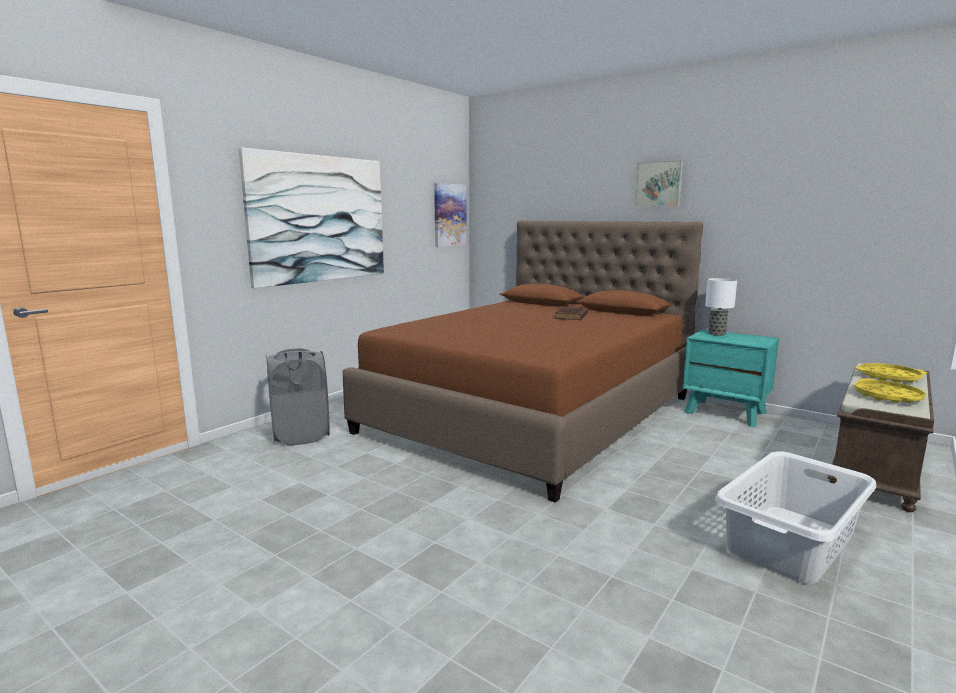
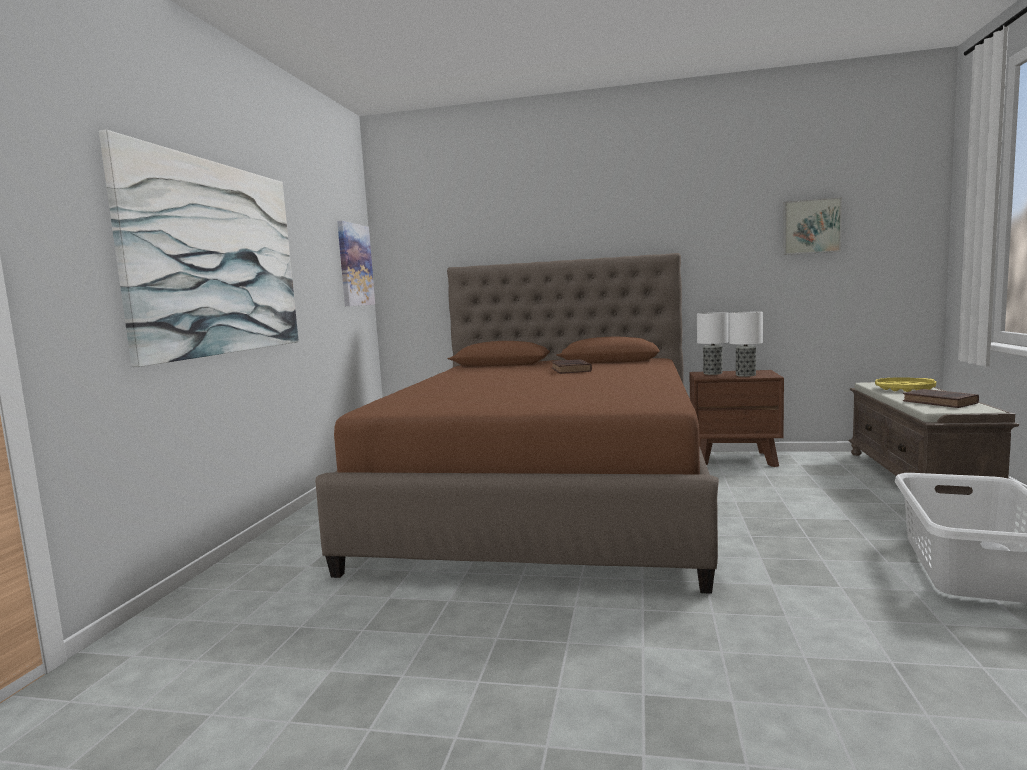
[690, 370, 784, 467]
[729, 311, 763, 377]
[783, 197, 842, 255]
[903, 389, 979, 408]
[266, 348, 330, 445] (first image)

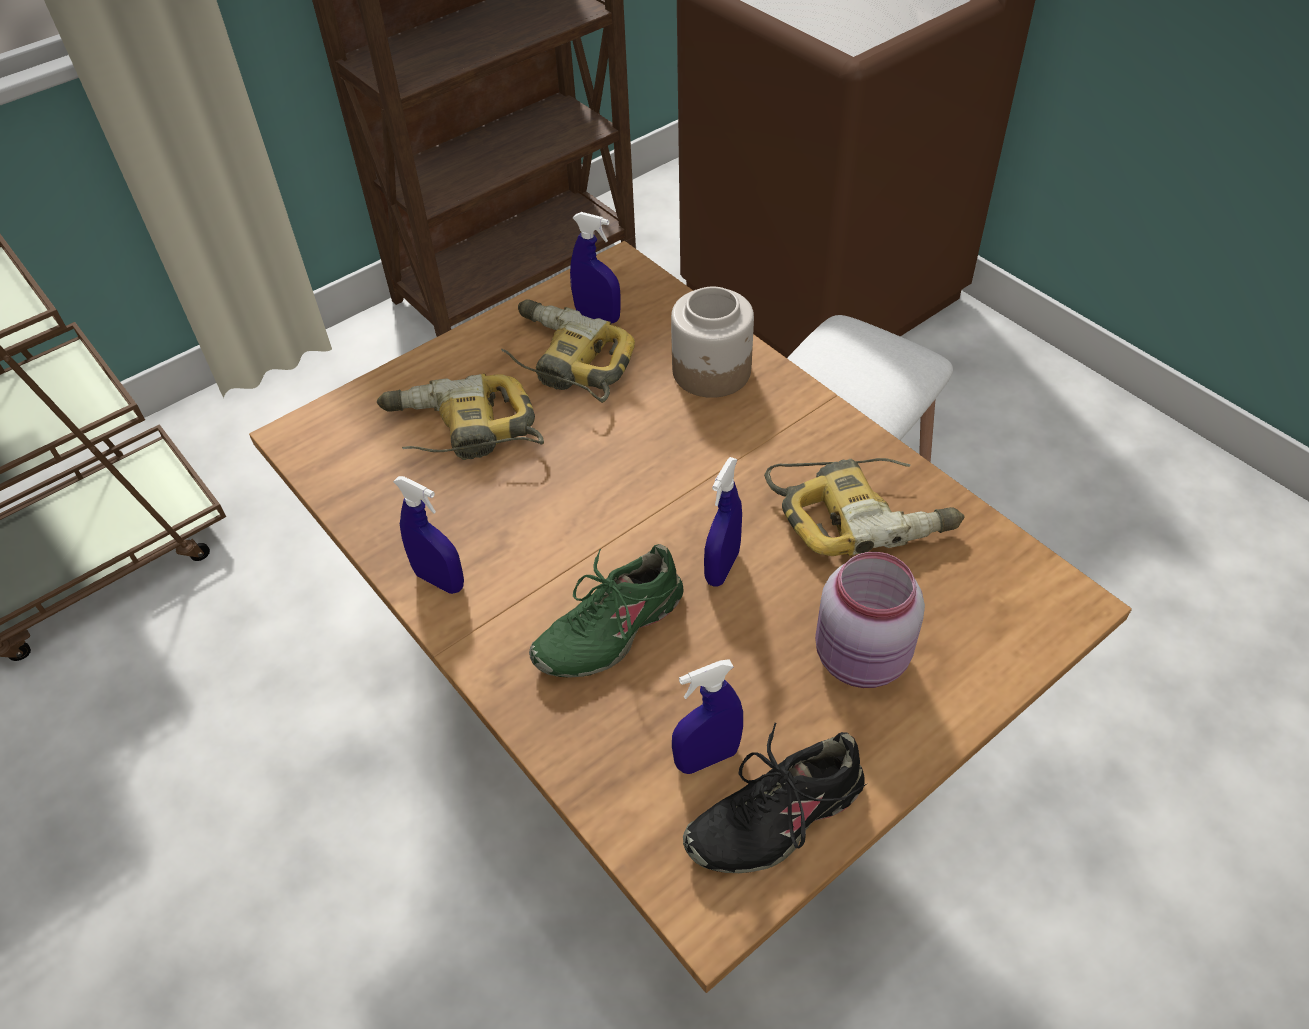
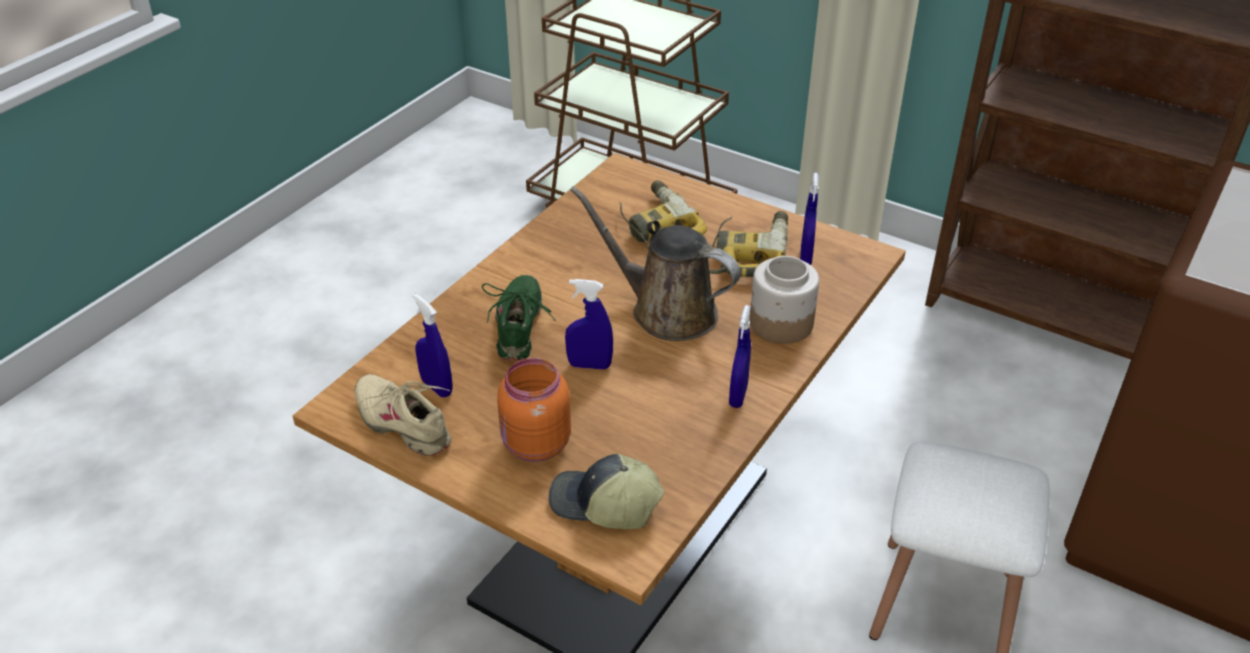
[355, 374, 451, 456]
[482, 275, 556, 361]
[497, 358, 571, 462]
[549, 453, 664, 529]
[570, 186, 741, 341]
[729, 305, 751, 408]
[764, 458, 965, 556] (first image)

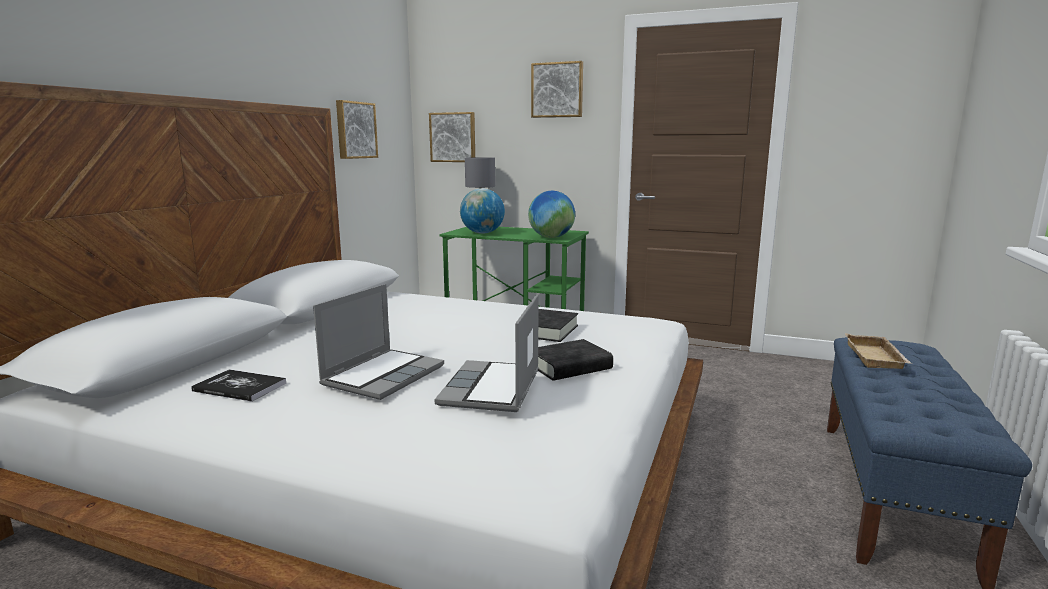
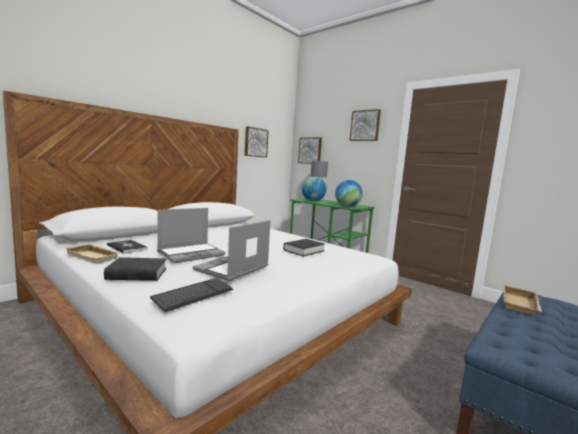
[65, 244, 120, 264]
[104, 257, 166, 281]
[150, 278, 233, 312]

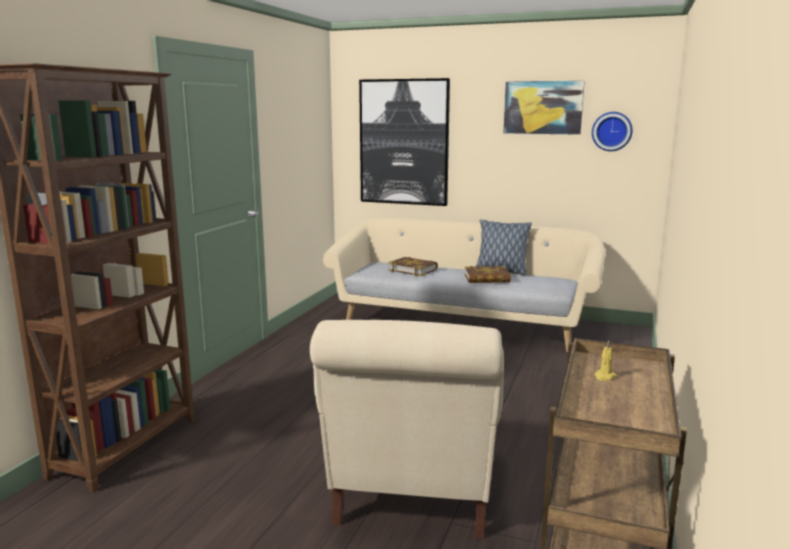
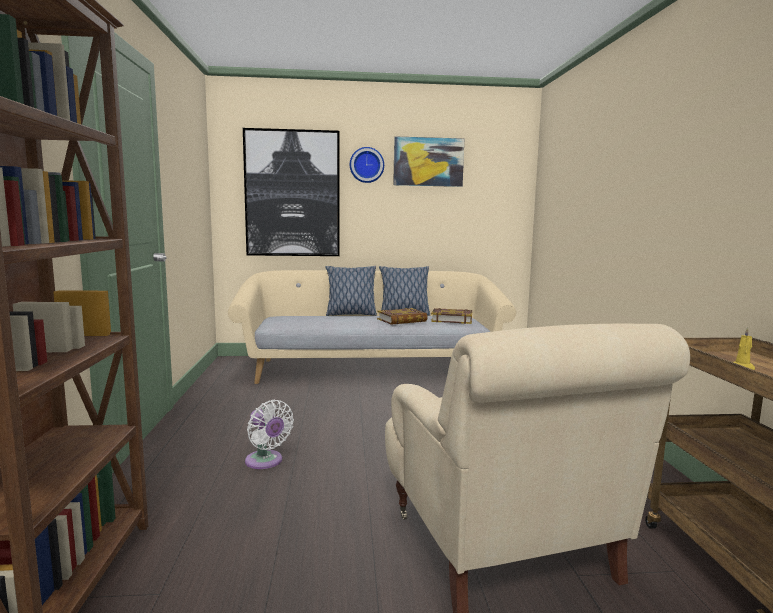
[245, 400, 294, 469]
[325, 266, 377, 316]
[350, 147, 384, 183]
[431, 308, 472, 324]

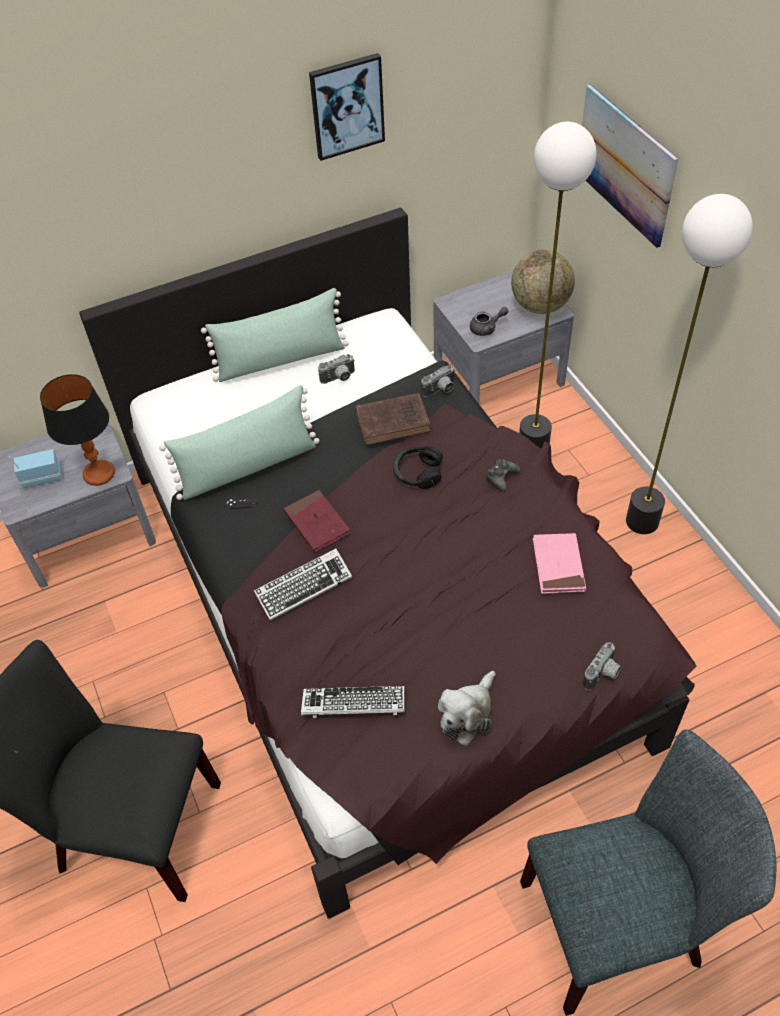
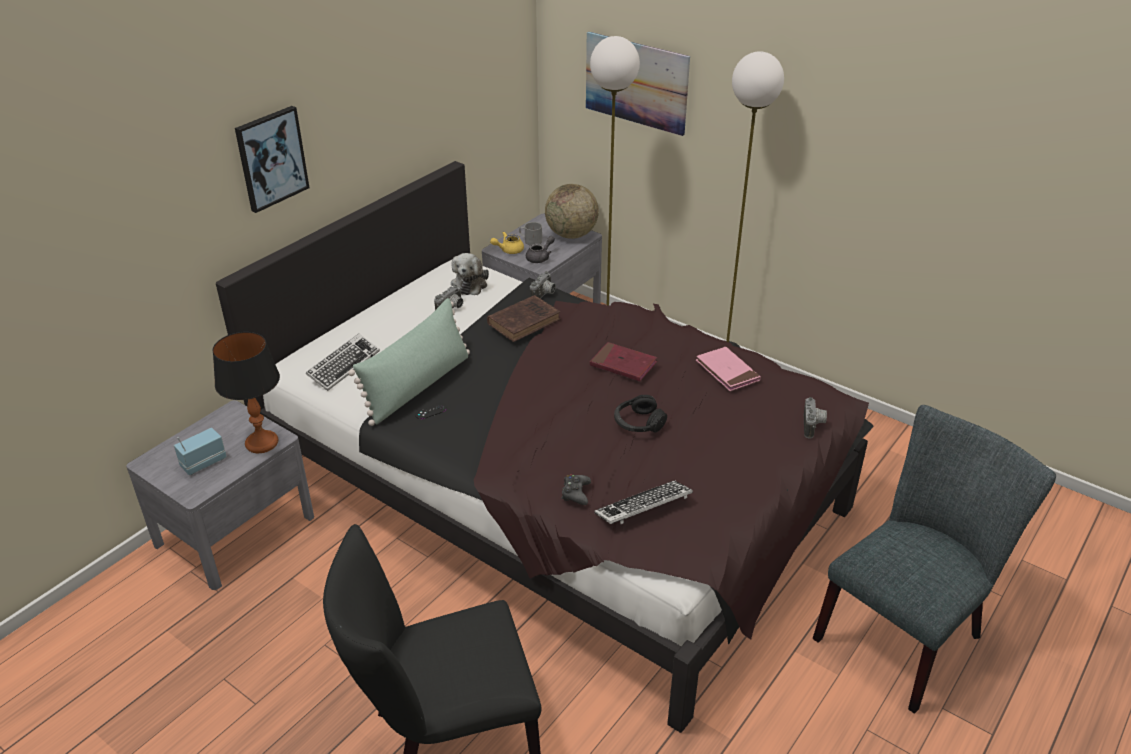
[235, 106, 310, 213]
[306, 334, 380, 391]
[451, 253, 489, 295]
[490, 232, 524, 254]
[519, 222, 542, 245]
[561, 474, 591, 505]
[590, 342, 657, 381]
[614, 395, 667, 433]
[201, 288, 349, 382] (first image)

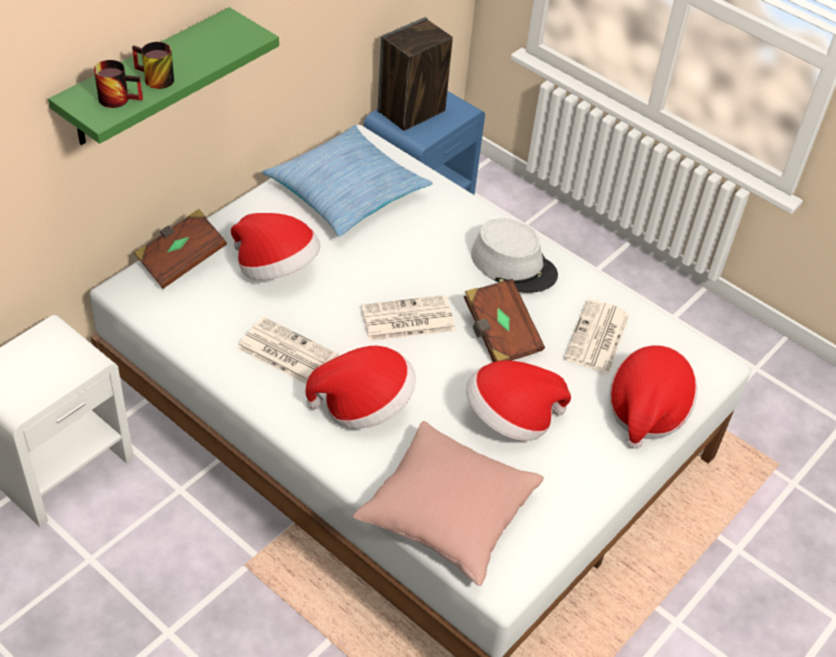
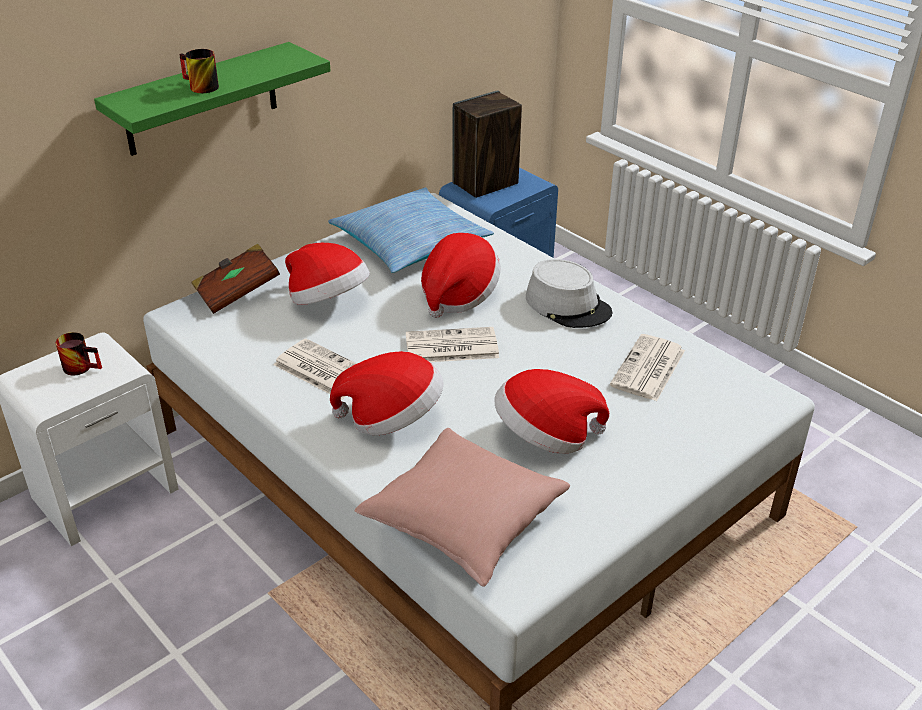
[56, 332, 102, 376]
[421, 233, 500, 318]
[464, 279, 545, 362] (first image)

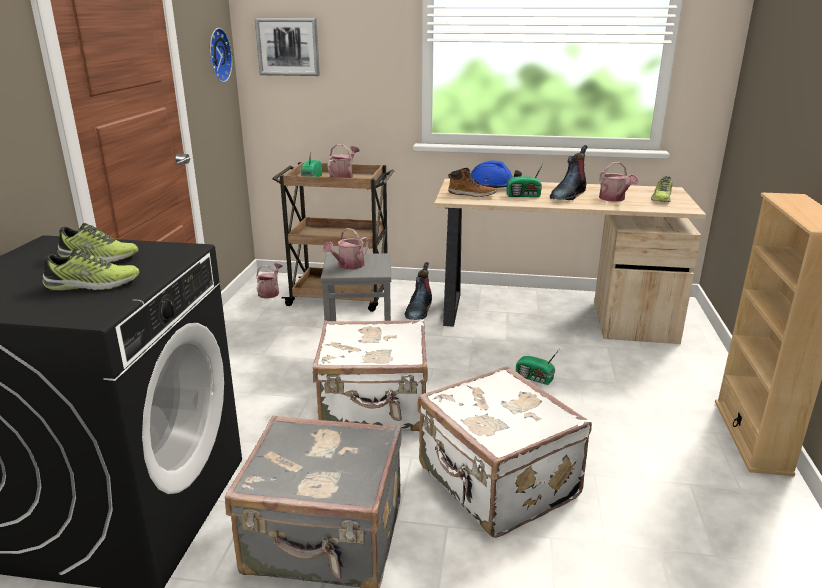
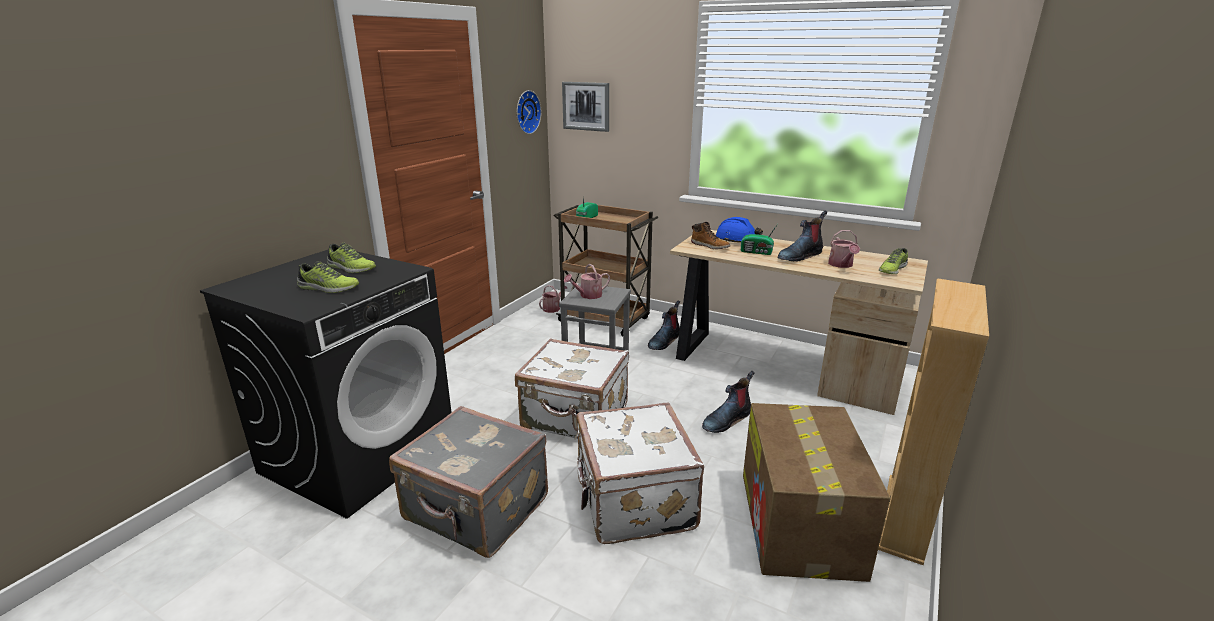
[702, 371, 755, 433]
[743, 403, 890, 582]
[327, 144, 359, 178] (first image)

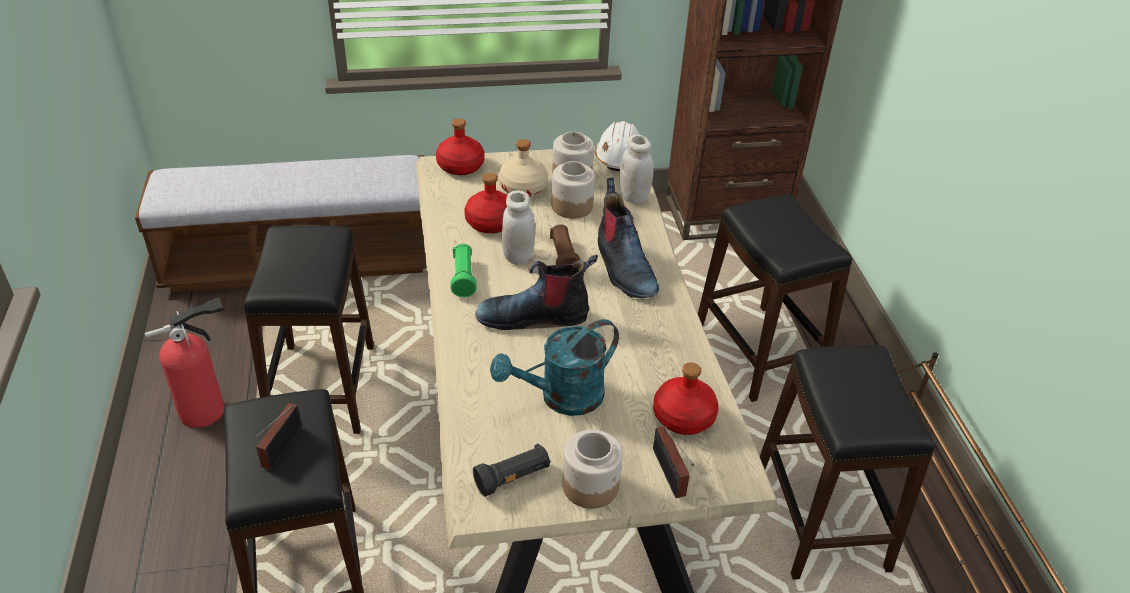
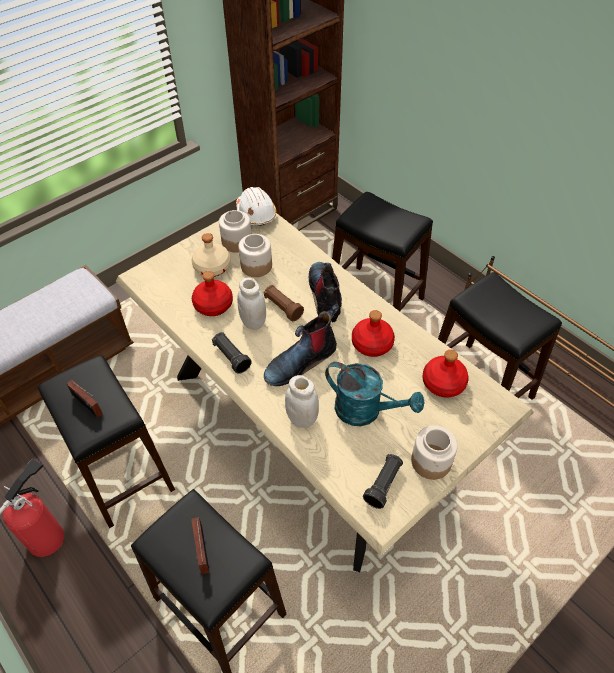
[66, 380, 103, 418]
[212, 332, 251, 374]
[285, 375, 319, 428]
[309, 262, 342, 322]
[325, 362, 424, 426]
[352, 310, 395, 357]

